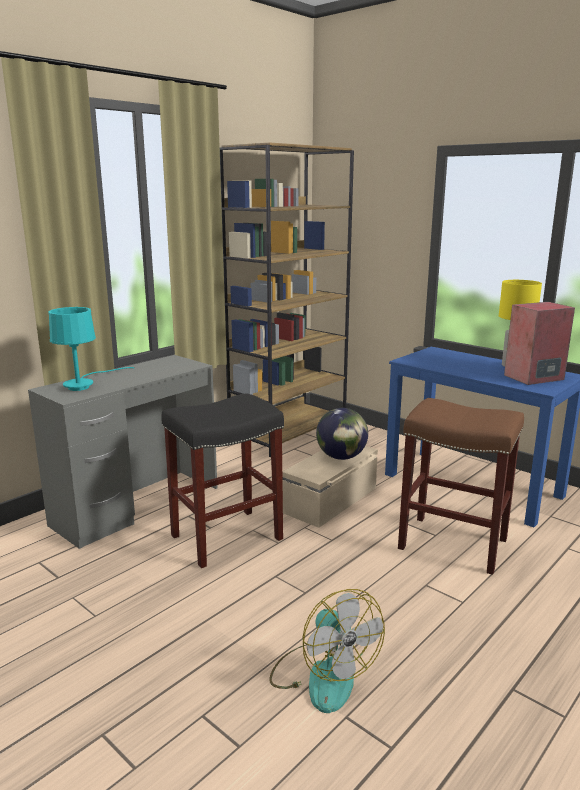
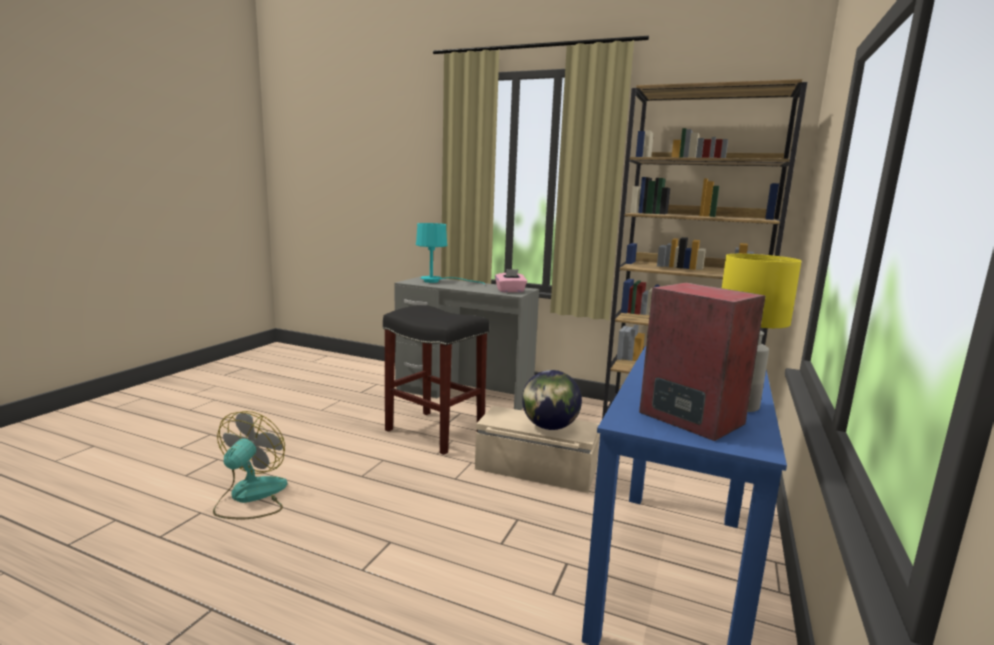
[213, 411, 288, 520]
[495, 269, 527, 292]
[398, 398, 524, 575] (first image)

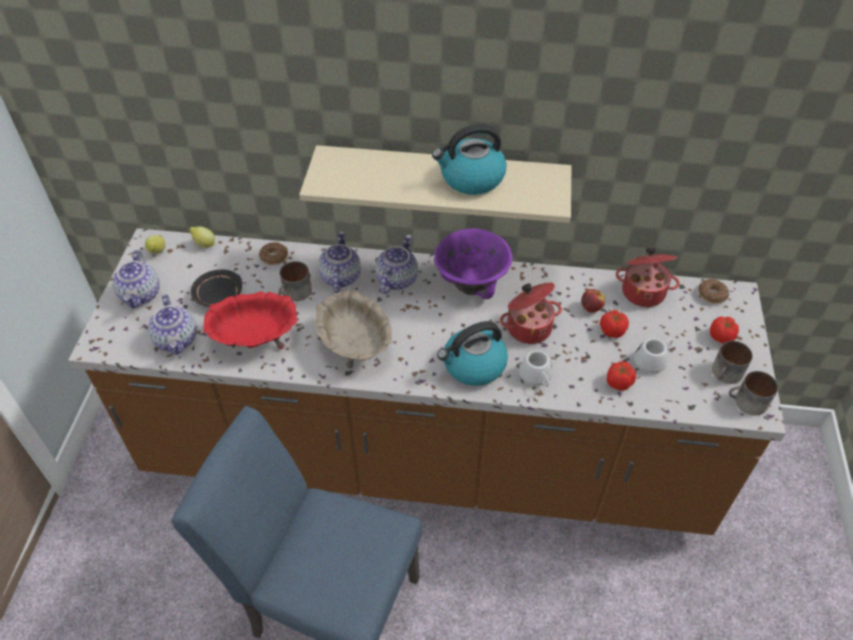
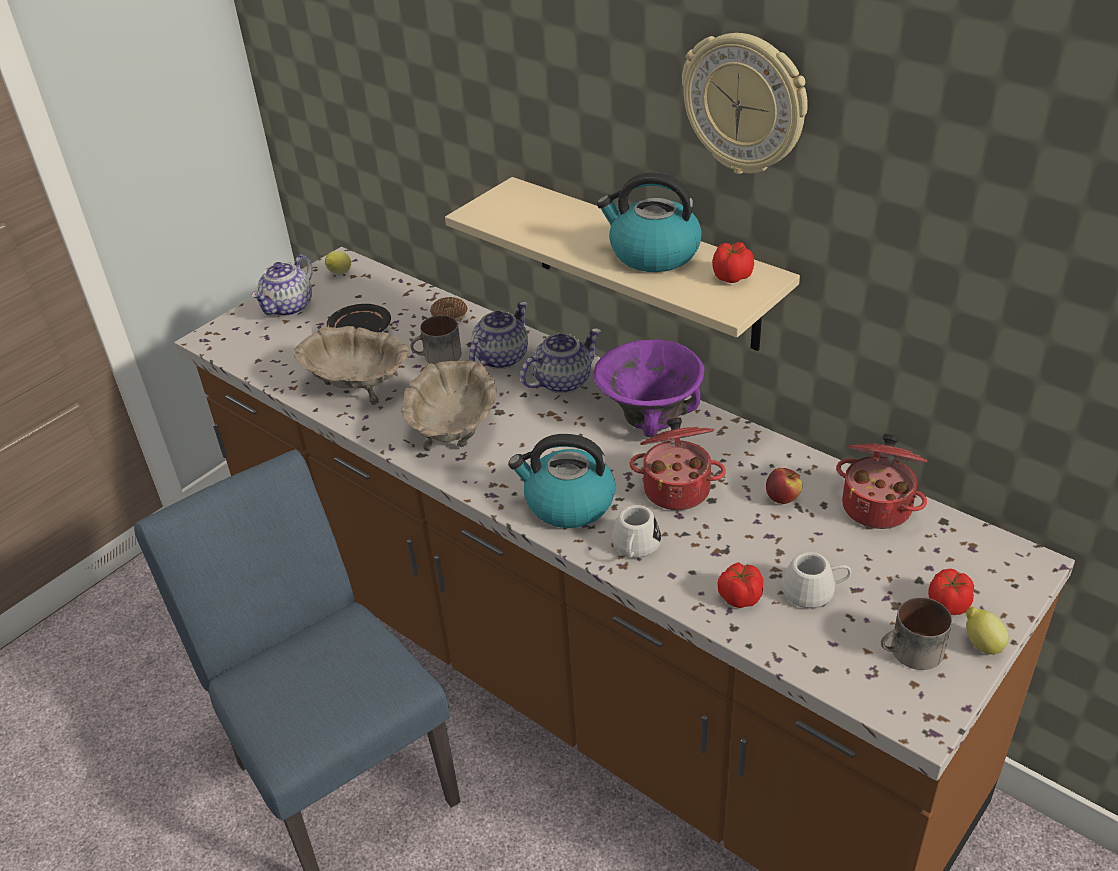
[294, 326, 409, 405]
[682, 33, 808, 174]
[712, 242, 754, 283]
[966, 607, 1009, 654]
[148, 294, 197, 355] (first image)
[698, 279, 729, 304] (first image)
[729, 371, 778, 415] (first image)

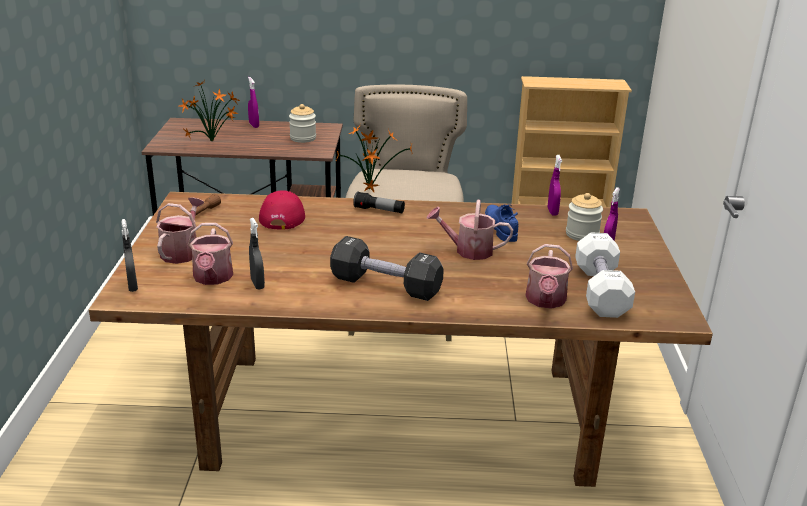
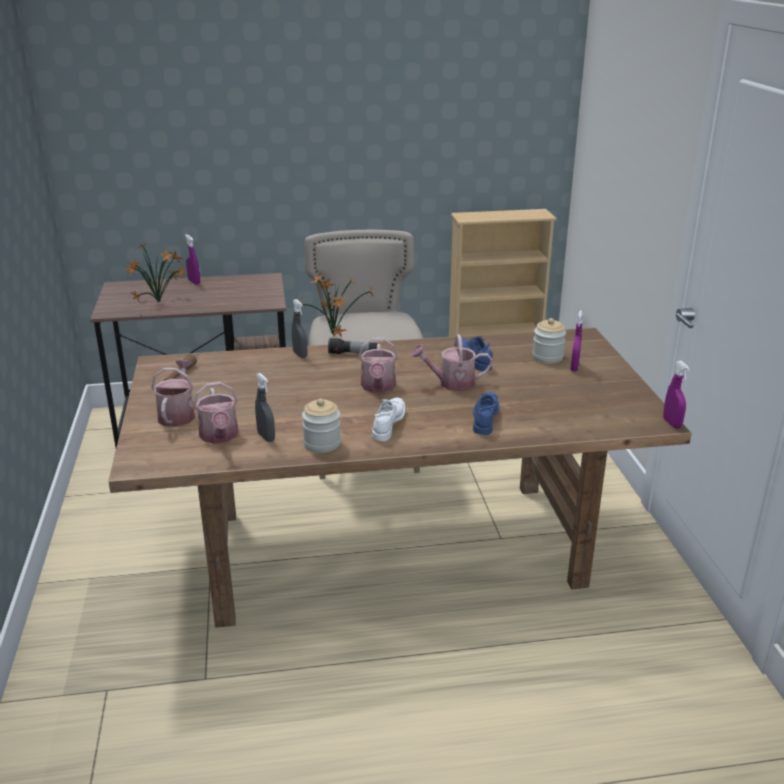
[292, 299, 308, 358]
[302, 398, 341, 453]
[359, 338, 398, 393]
[372, 398, 405, 441]
[473, 392, 499, 435]
[663, 360, 690, 429]
[259, 190, 305, 230] (first image)
[575, 233, 635, 318] (first image)

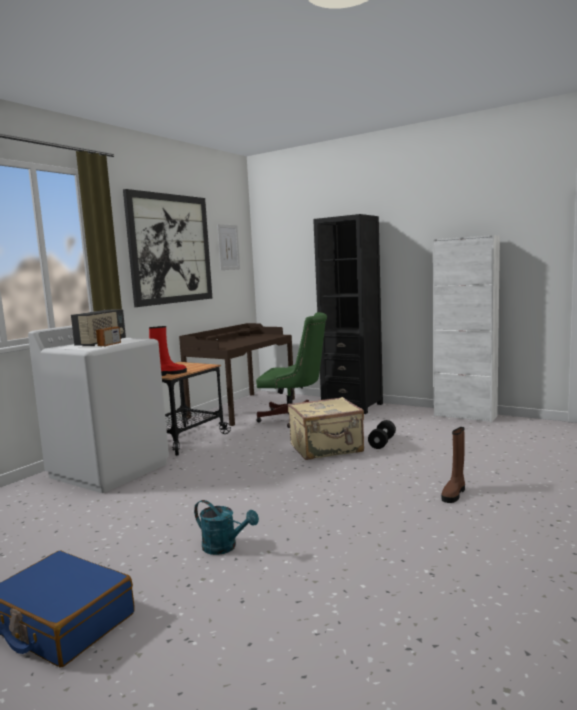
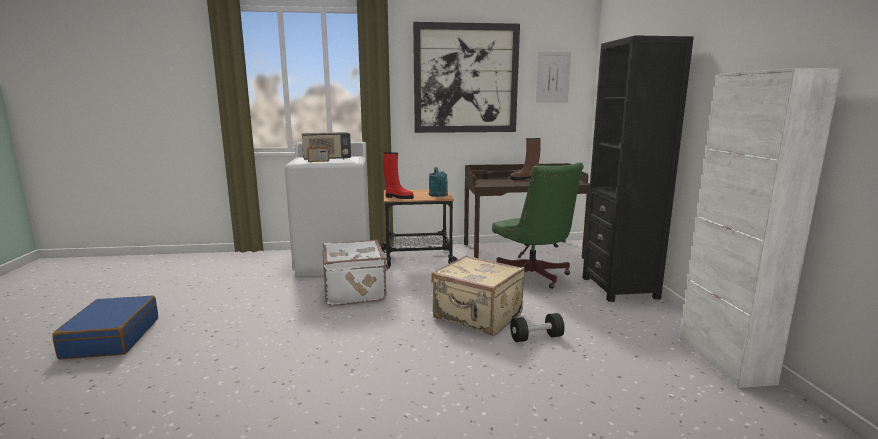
[323, 240, 388, 305]
[429, 167, 448, 197]
[510, 138, 541, 180]

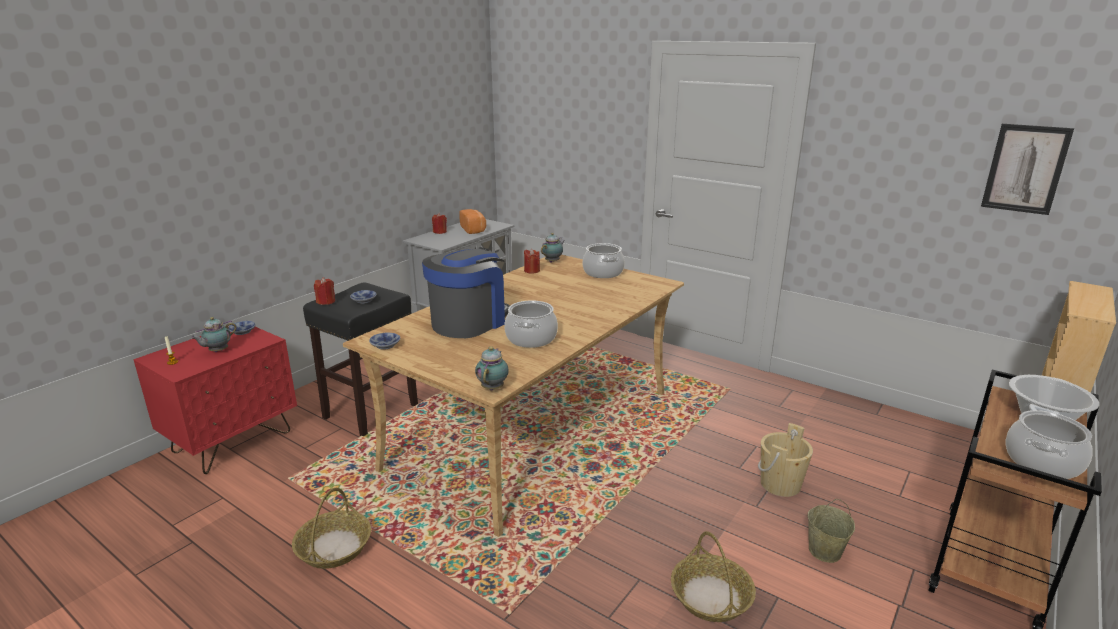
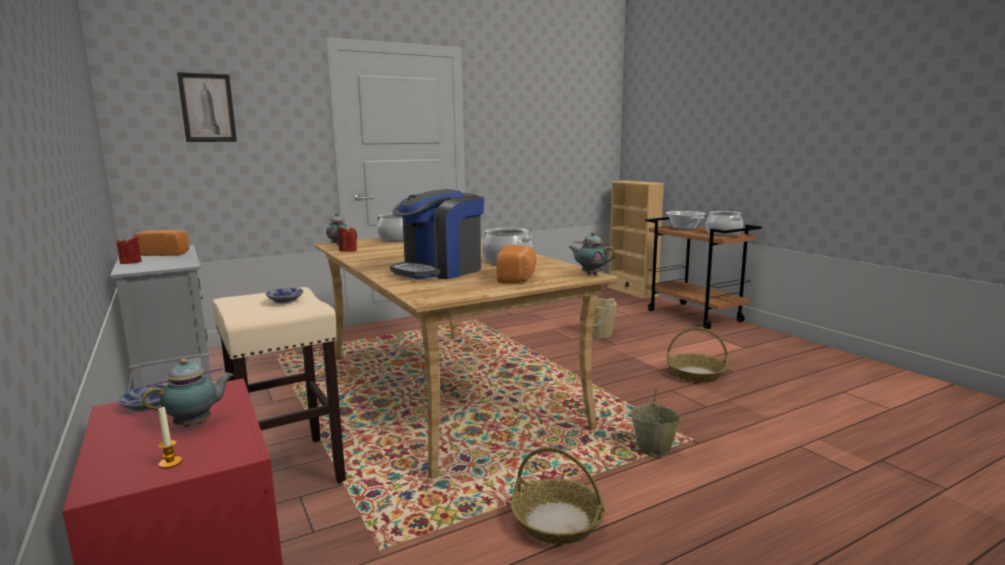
[142, 359, 234, 427]
[177, 72, 237, 142]
[212, 287, 346, 484]
[390, 189, 484, 279]
[497, 245, 536, 283]
[631, 389, 682, 457]
[314, 277, 335, 305] (first image)
[369, 333, 400, 350] (first image)

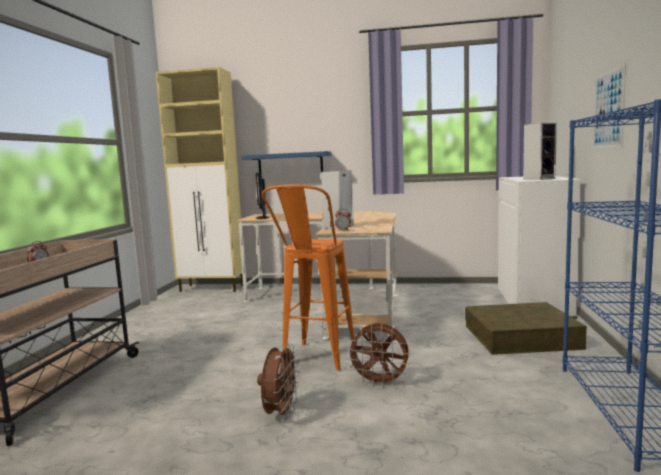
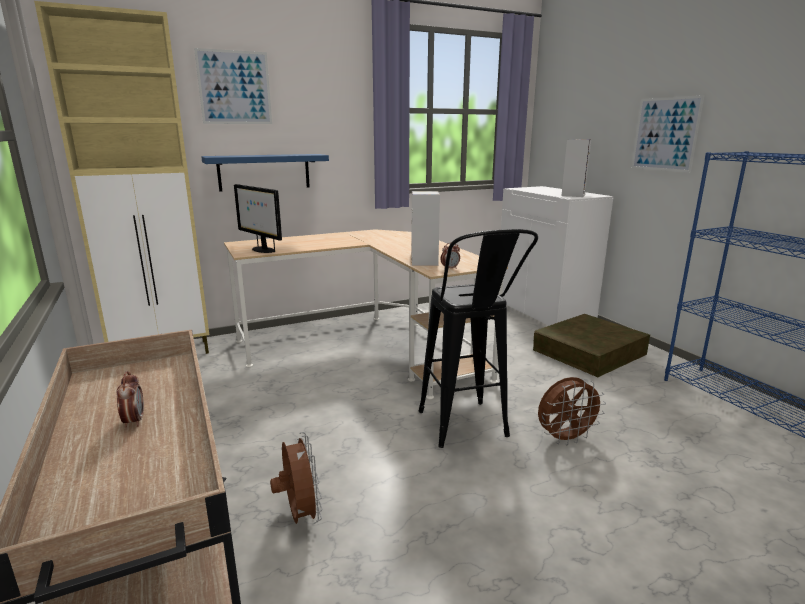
[194, 48, 272, 124]
[270, 432, 322, 524]
[419, 229, 538, 448]

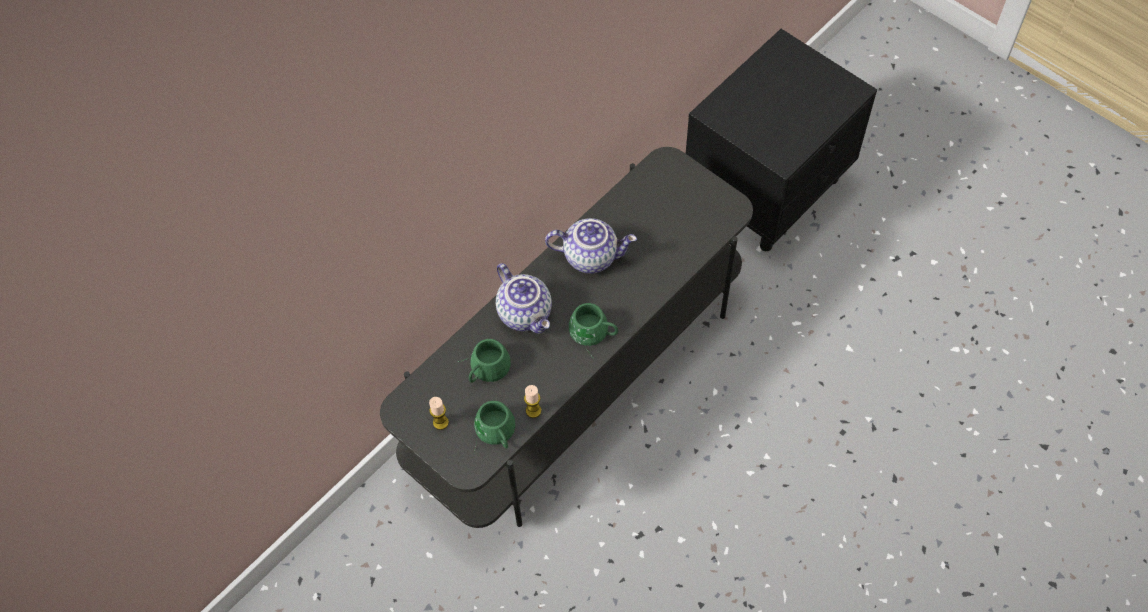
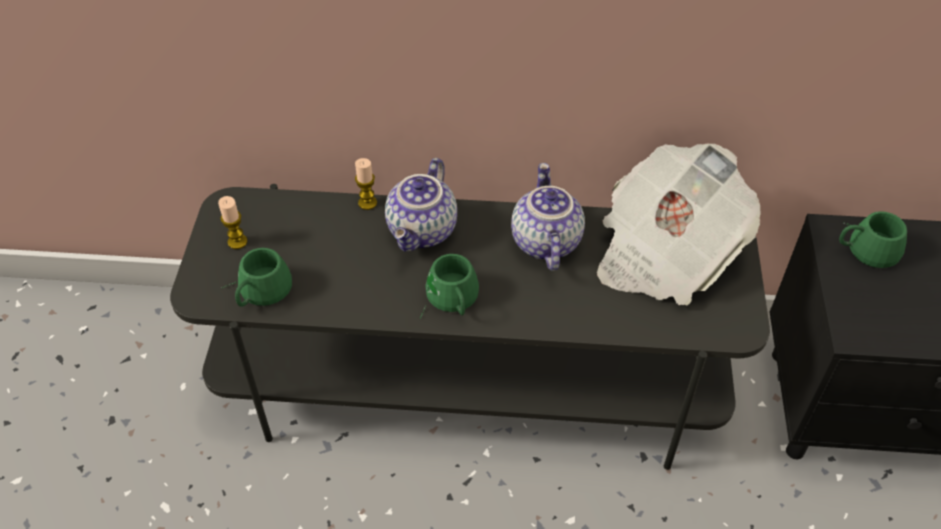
[355, 158, 377, 210]
[511, 163, 585, 271]
[597, 143, 761, 305]
[839, 211, 907, 268]

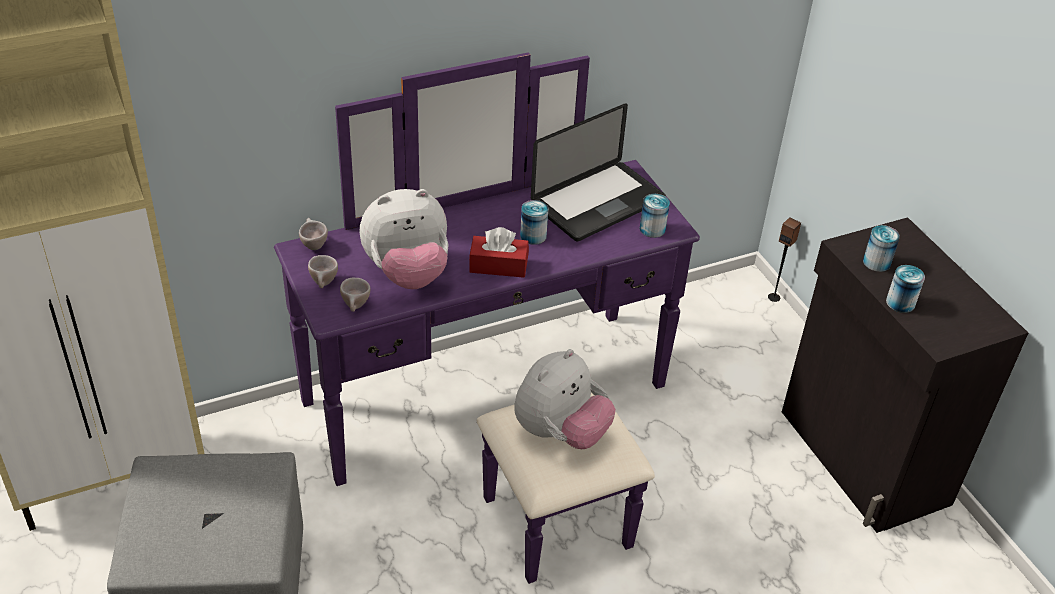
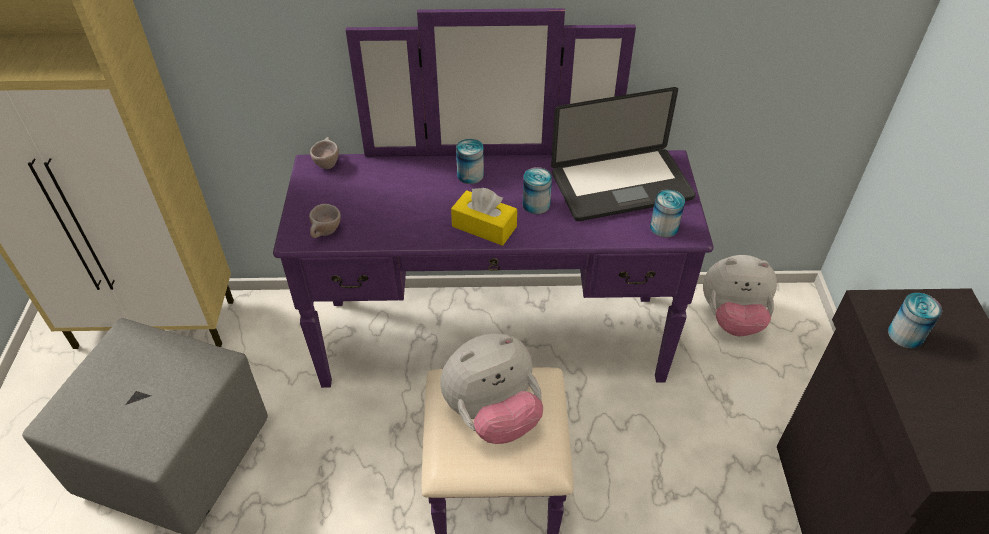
[451, 188, 517, 246]
[456, 139, 484, 184]
[703, 255, 777, 336]
[308, 255, 338, 288] (first image)
[768, 217, 801, 302] (first image)

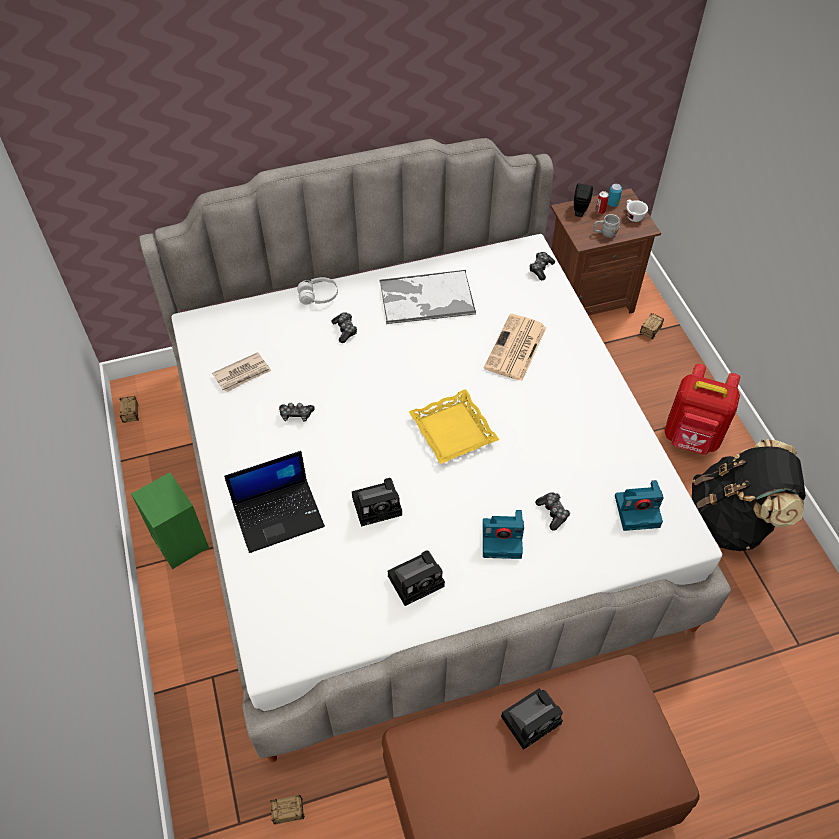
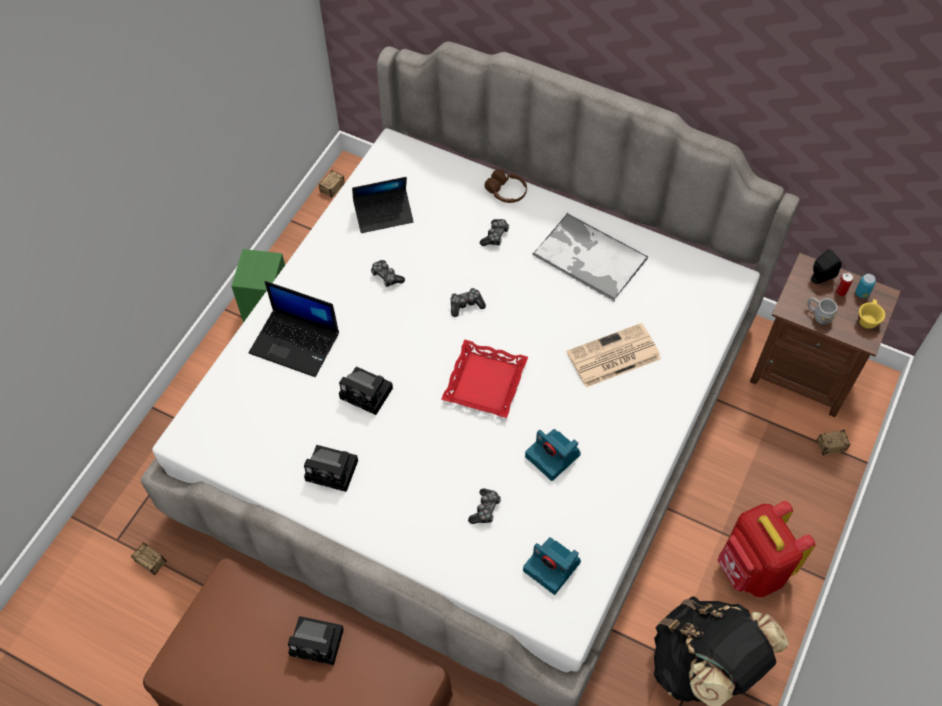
[352, 177, 414, 233]
[441, 339, 528, 418]
[451, 288, 486, 317]
[484, 170, 527, 203]
[525, 429, 581, 481]
[858, 299, 885, 329]

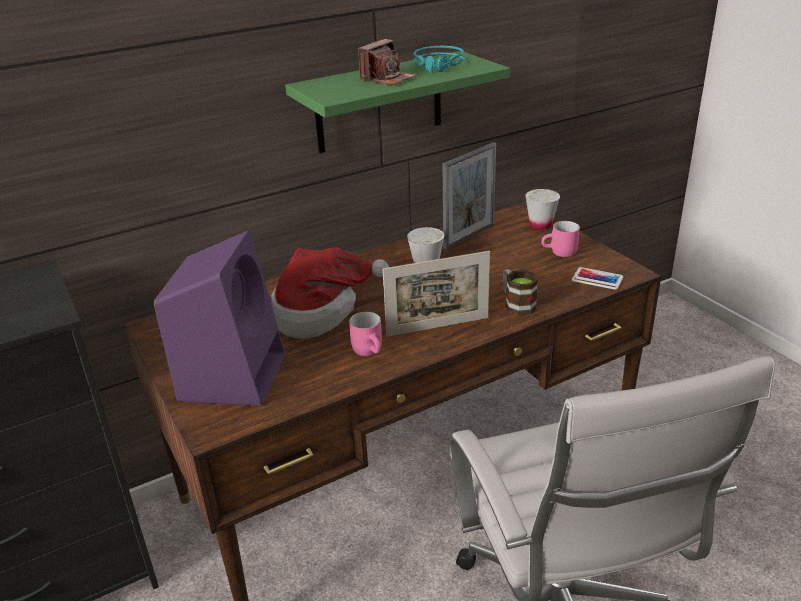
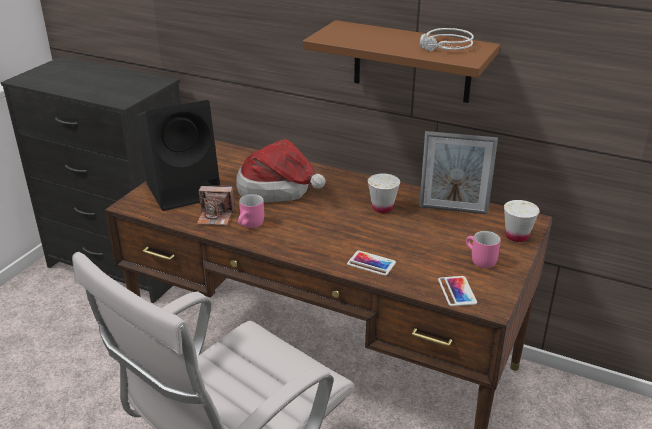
[137, 100, 220, 211]
[197, 186, 235, 226]
[303, 20, 500, 103]
[347, 250, 396, 276]
[420, 28, 474, 51]
[383, 251, 490, 337] (first image)

